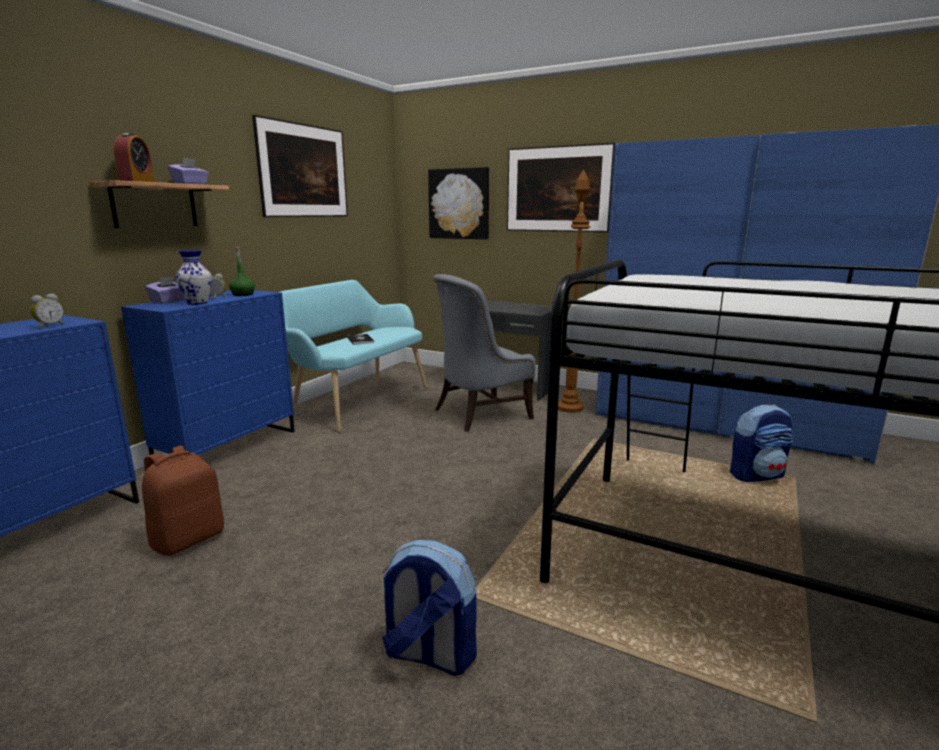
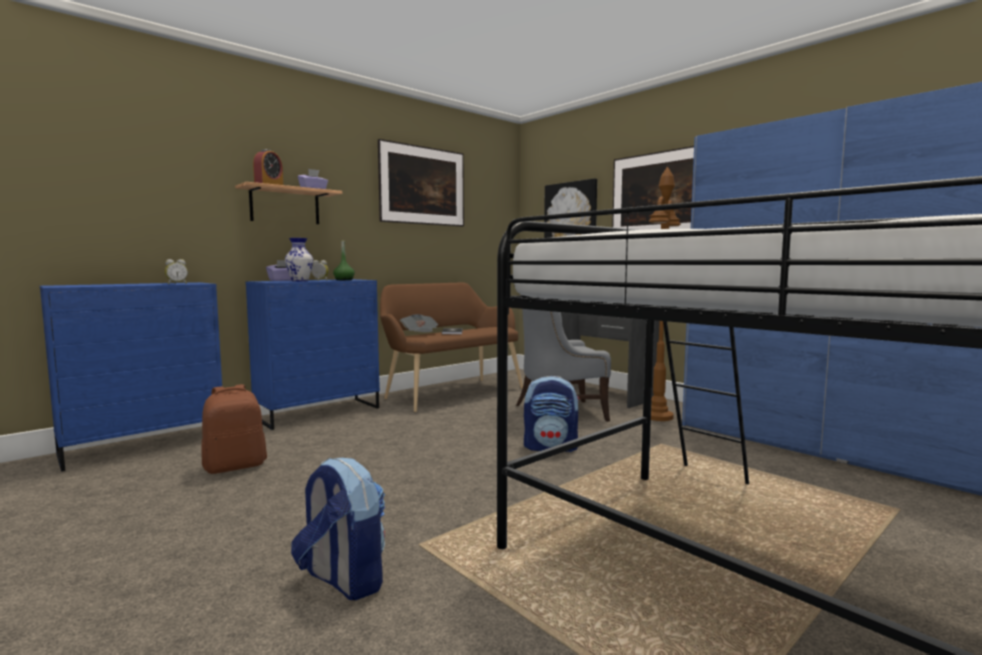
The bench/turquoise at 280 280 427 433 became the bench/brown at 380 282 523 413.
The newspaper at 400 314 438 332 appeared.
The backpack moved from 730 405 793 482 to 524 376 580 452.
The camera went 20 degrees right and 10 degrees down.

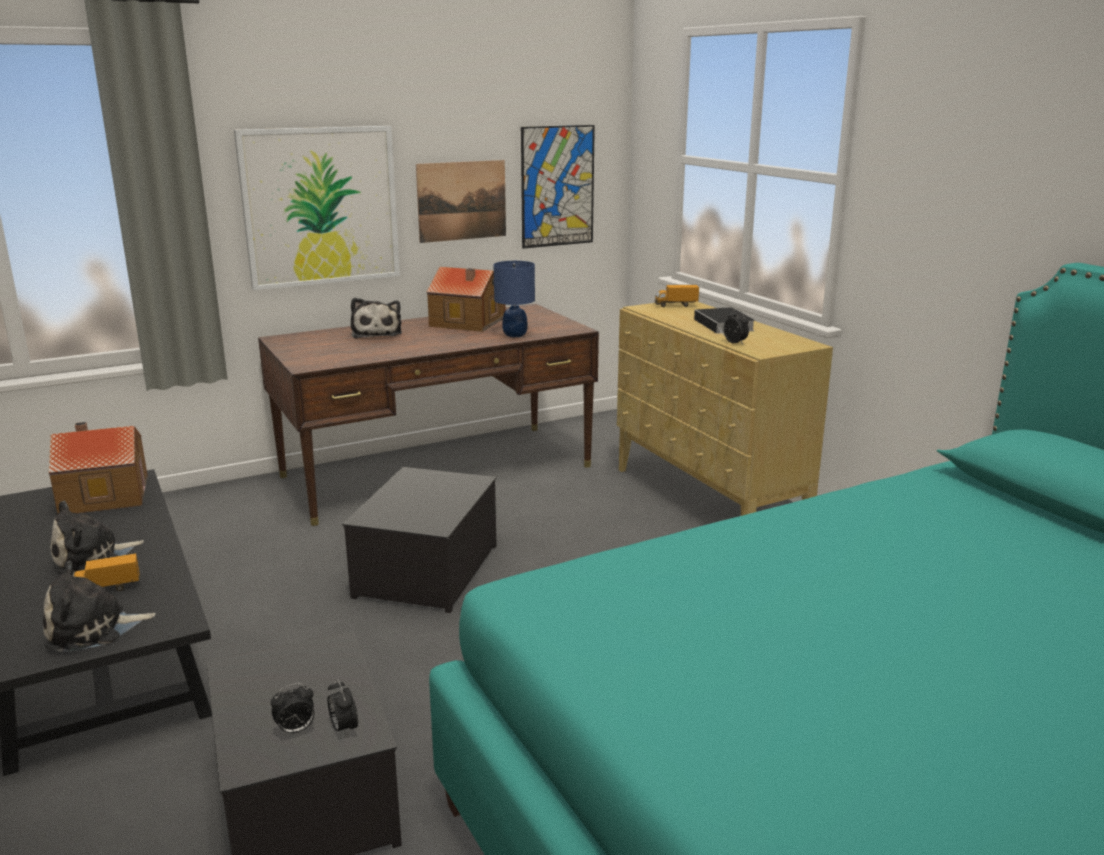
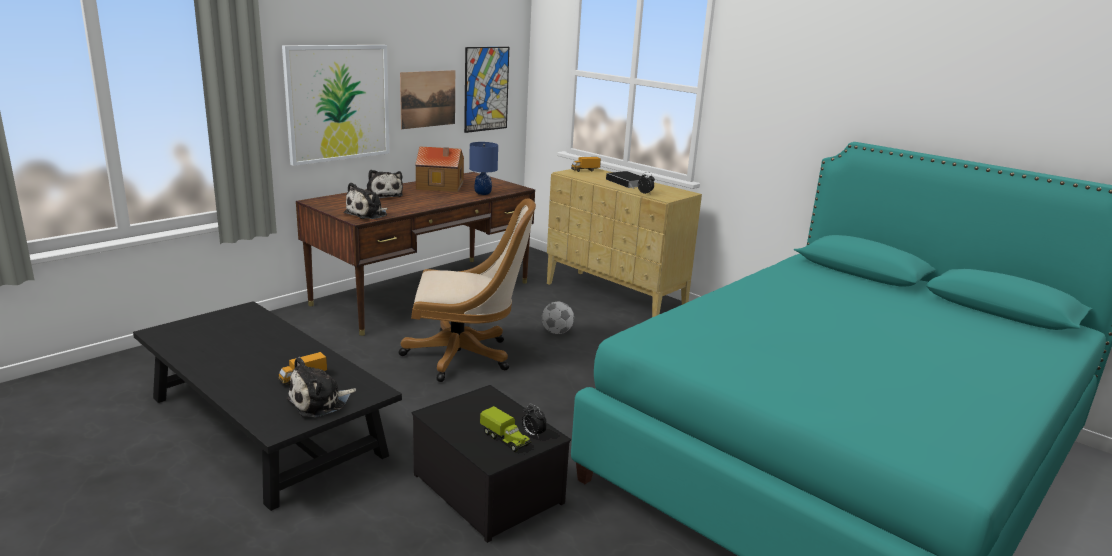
The plush toy moved from 50 500 144 574 to 344 182 388 219.
The storage box at 342 467 497 613 was replaced by the office chair at 398 198 536 382.
The alarm clock at 271 683 314 736 was replaced by the toy truck at 480 406 531 452.
The football at 542 302 574 334 appeared.
The toy house at 49 422 148 514 disappeared.
The camera went 20 degrees left and 0 degrees up.

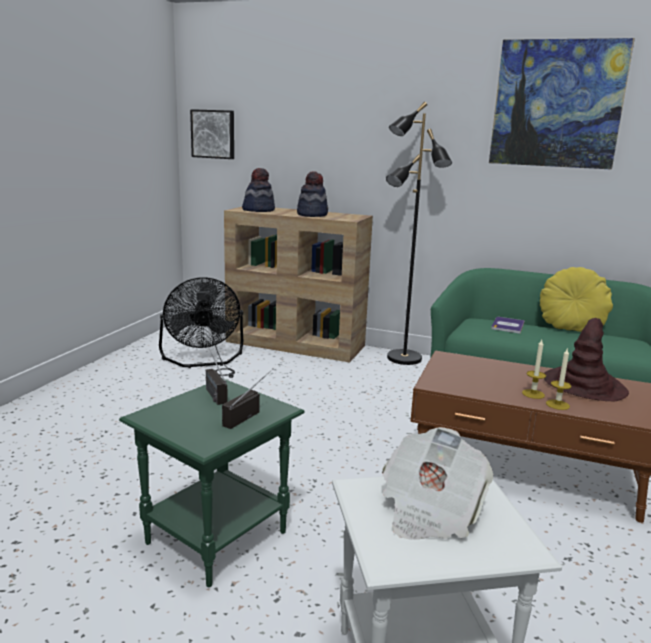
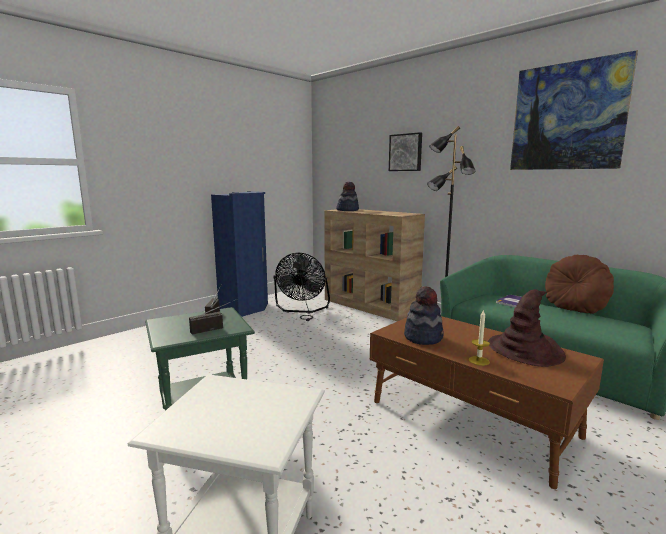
The cabinet/blue at 211 191 268 317 appeared.
The picture moved from 190 109 234 159 to 389 132 422 171.
The hat moved from 297 171 328 217 to 404 286 444 345.
The pillow/yellow at 540 267 613 332 became the pillow/brown at 545 255 614 314.
The newspaper at 382 427 493 540 disappeared.
The candle at 522 340 546 399 disappeared.
The camera went 25 degrees right and 5 degrees down.

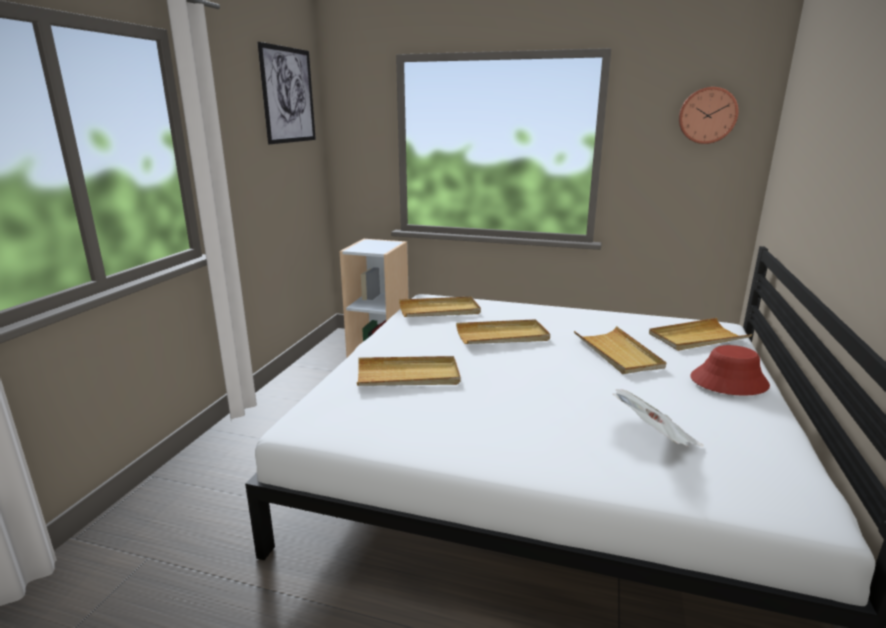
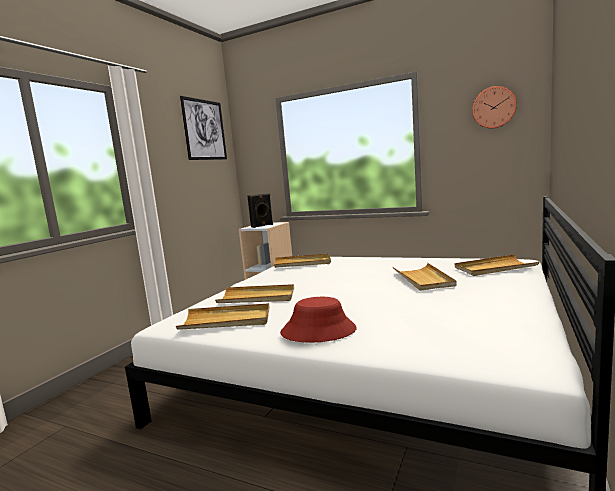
The tray/beige moved from 456 319 550 344 to 176 303 270 330.
The speaker/black at 247 193 273 228 appeared.
The hat/red moved from 690 345 770 396 to 280 297 357 343.
The newspaper at 613 389 704 447 disappeared.
The camera went 10 degrees right and 10 degrees down.

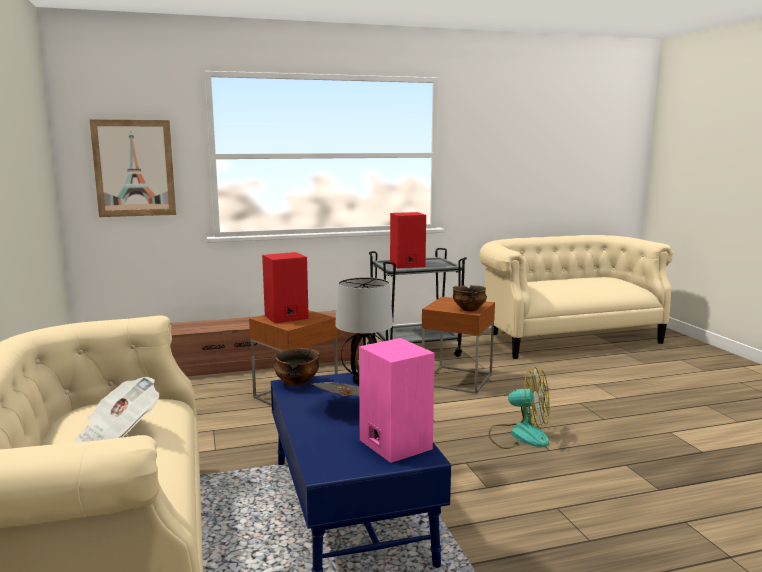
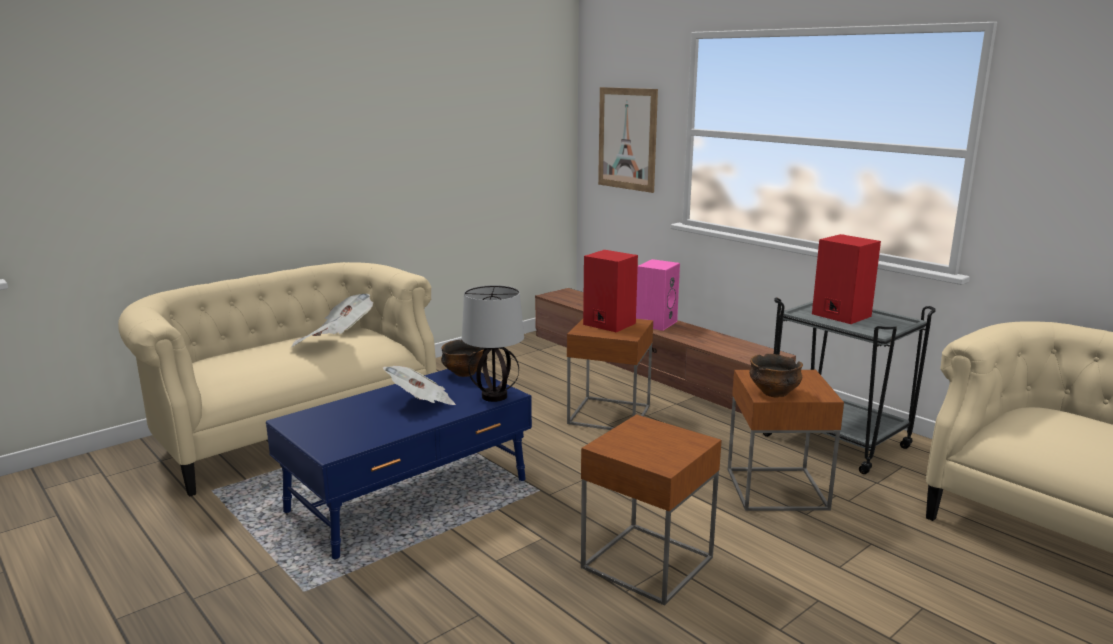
The newspaper at 321 294 373 334 appeared.
The fan at 489 367 550 449 was replaced by the side table/brown at 581 414 721 606.
The speaker/pink moved from 359 338 435 463 to 636 259 680 331.
The camera went 65 degrees right and 5 degrees up.

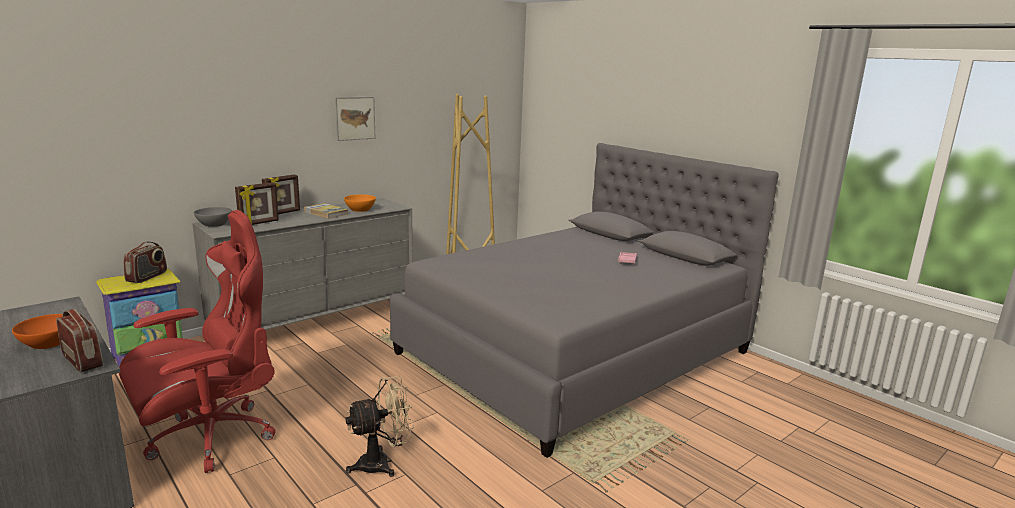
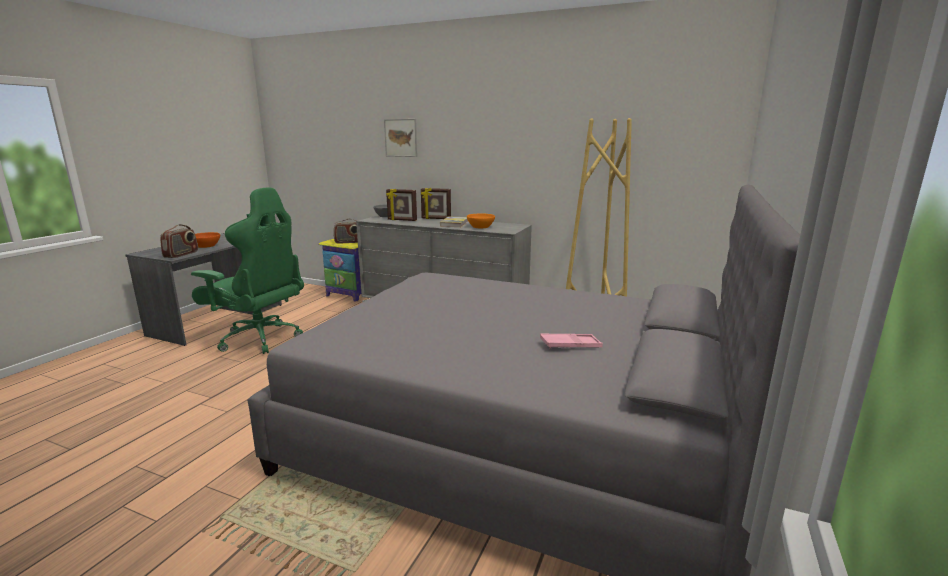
The office chair/red at 119 210 276 473 became the office chair/green at 191 187 304 354.
The picture moved from 335 97 376 141 to 384 119 418 157.
The fan/beige at 346 376 414 477 disappeared.
The camera went 65 degrees right and 0 degrees up.

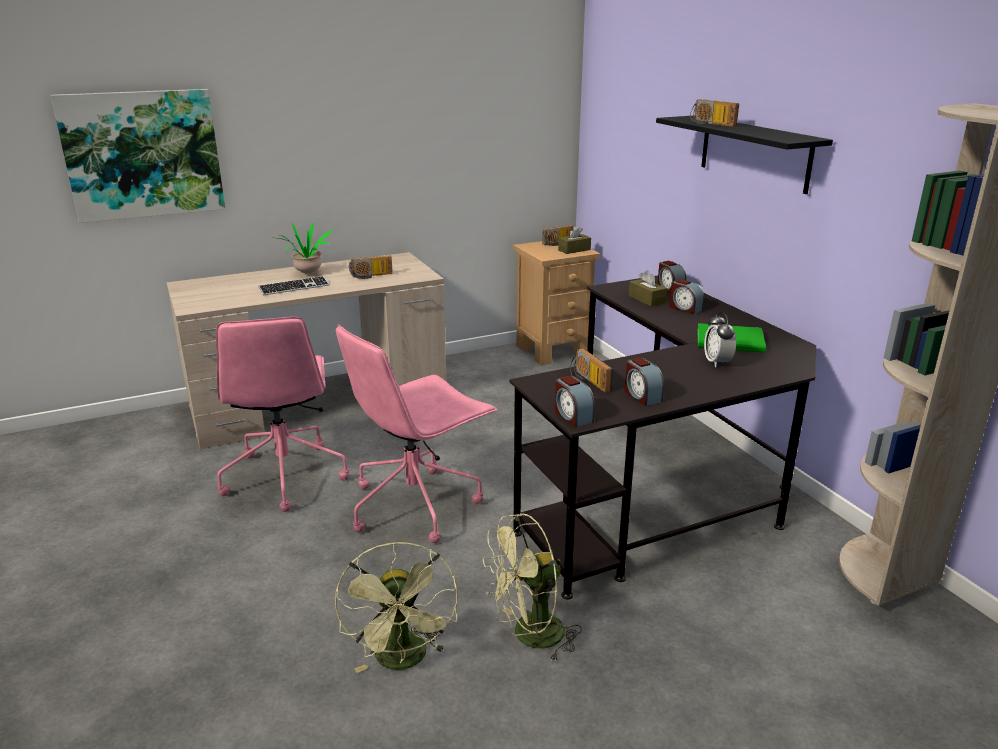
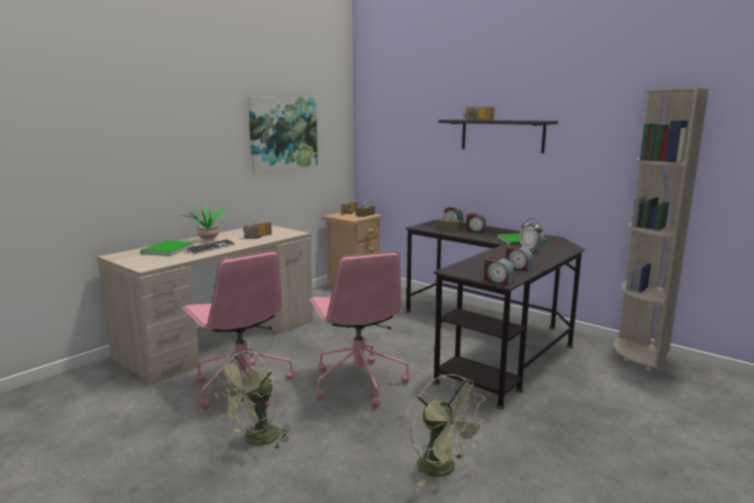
The book/green at 141 240 194 256 appeared.
The fan/green moved from 483 513 582 662 to 215 351 290 450.
The picture moved from 51 89 225 223 to 248 96 318 174.
The office chair/pink at 336 324 498 543 turned 45 degrees counterclockwise.
The radio at 570 348 613 392 disappeared.
The camera went 25 degrees left and 10 degrees down.

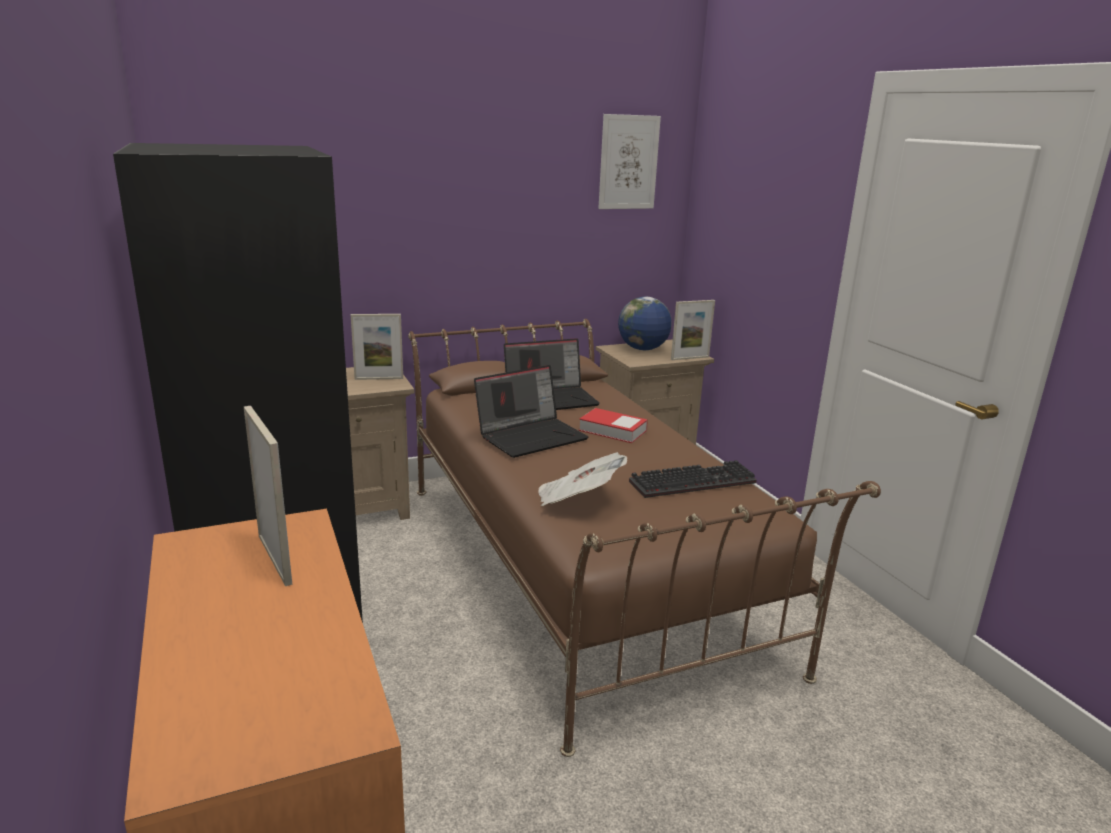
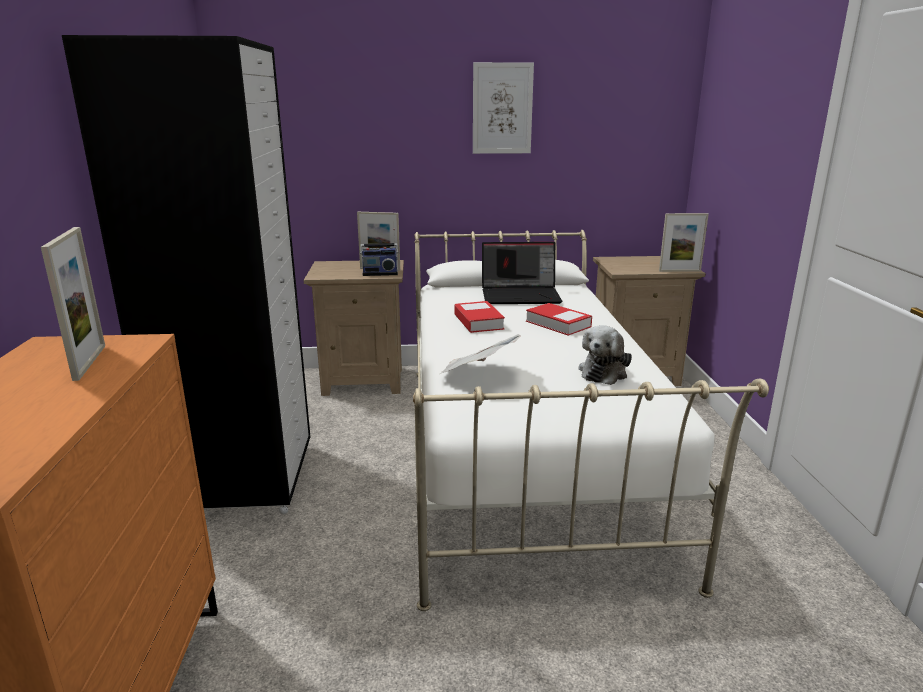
The radio at 360 229 398 276 appeared.
The bed/brown at 408 319 881 757 became the bed/white at 413 230 769 611.
The laptop at 474 365 589 458 was replaced by the book at 454 301 505 333.
The picture moved from 598 114 661 209 to 473 62 534 154.
The keyboard at 629 460 757 498 was replaced by the plush toy at 579 325 632 385.
The globe at 618 296 672 350 disappeared.
The camera went 20 degrees right and 0 degrees up.

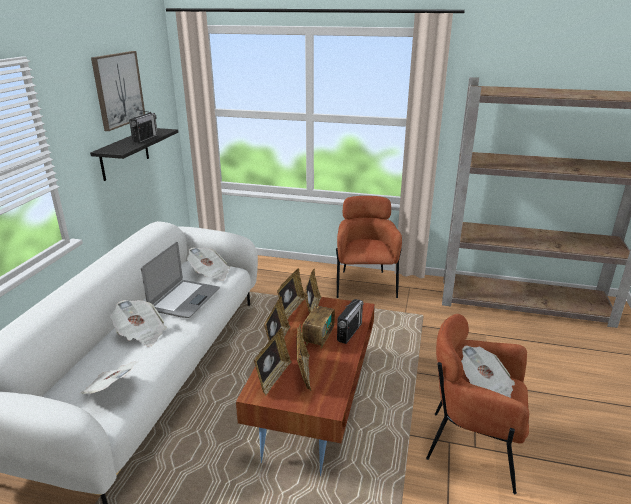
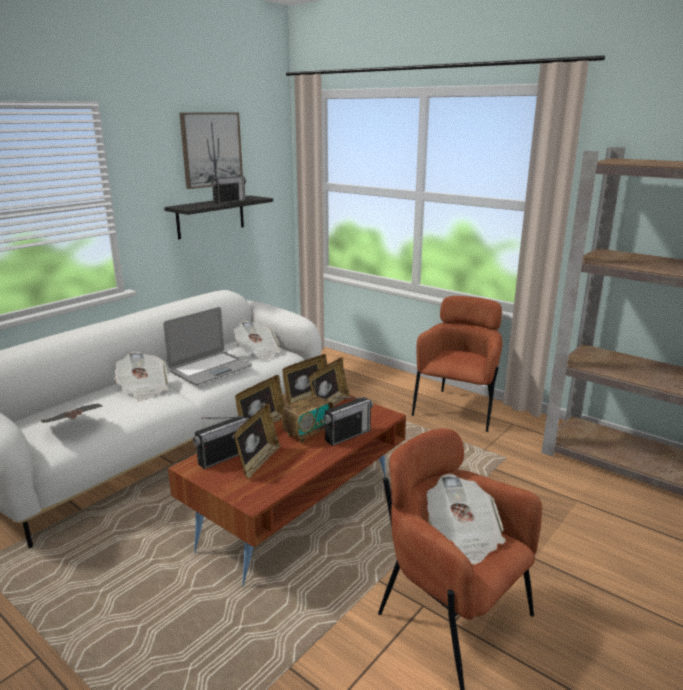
The picture frame at 254 328 292 396 was replaced by the radio at 193 416 249 469.
The camera went 25 degrees right and 5 degrees down.

